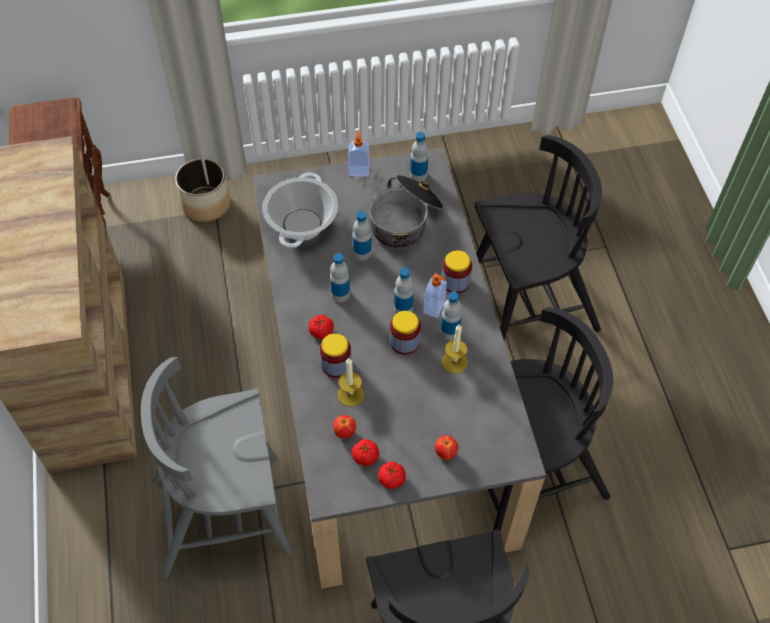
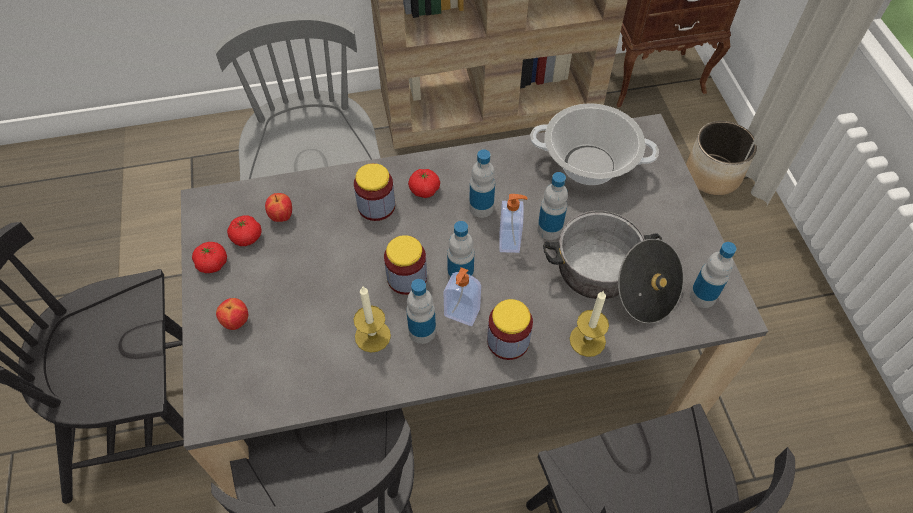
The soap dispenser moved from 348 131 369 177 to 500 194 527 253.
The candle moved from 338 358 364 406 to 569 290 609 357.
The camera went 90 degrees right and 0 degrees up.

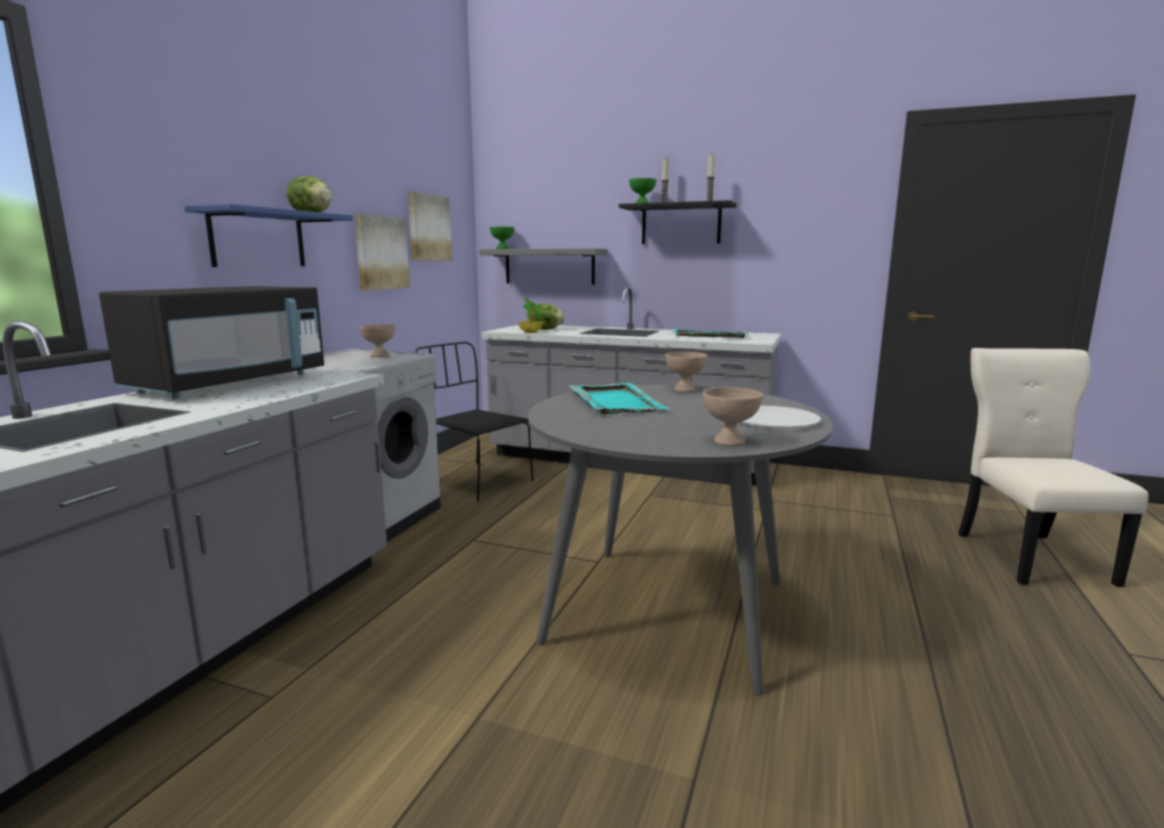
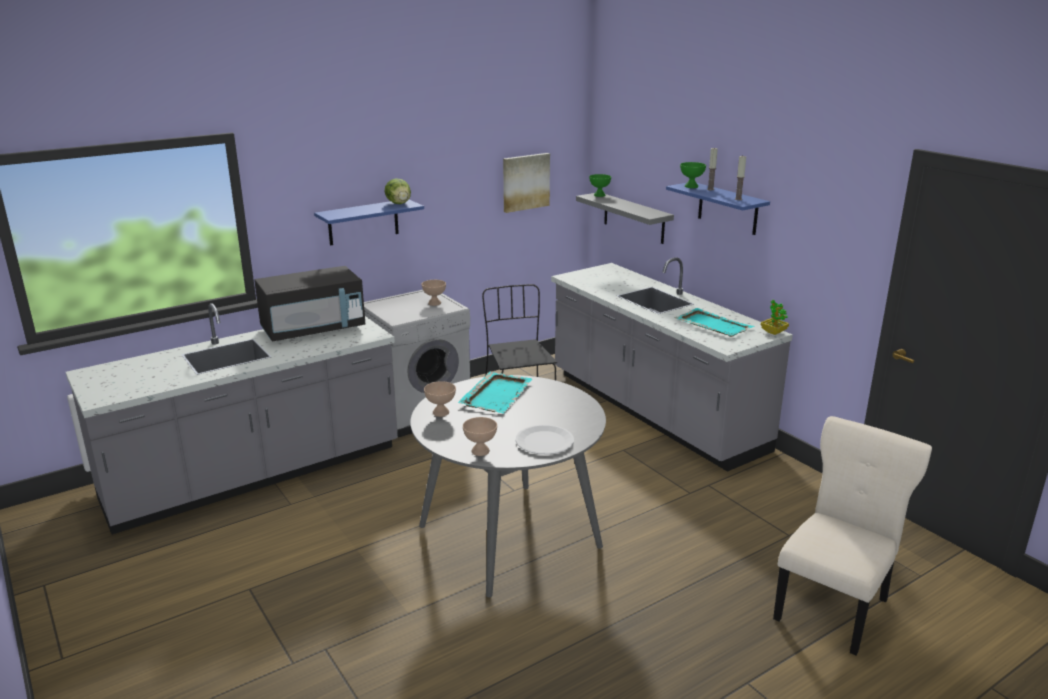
The bowl/beige moved from 665 352 707 392 to 424 381 456 417.
The shelf/black at 619 200 737 244 became the shelf/blue at 666 183 770 235.
The potted plant moved from 518 298 544 333 to 761 300 789 335.
The picture at 355 214 410 291 disappeared.
The lettuce at 533 304 565 330 disappeared.
The camera went 35 degrees right and 10 degrees up.

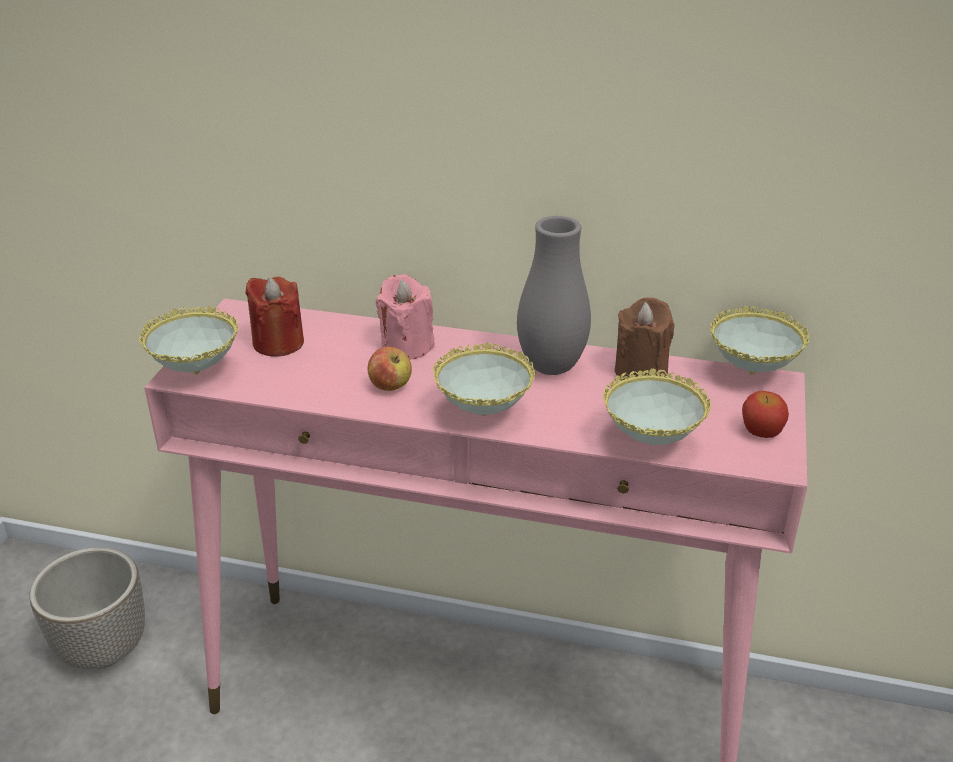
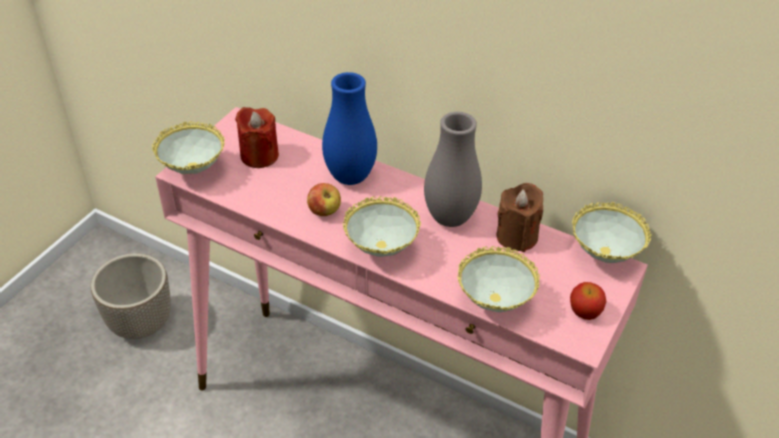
The candle/pink at 376 275 435 360 was replaced by the vase/blue at 322 72 377 185.
The camera went 15 degrees right and 10 degrees up.

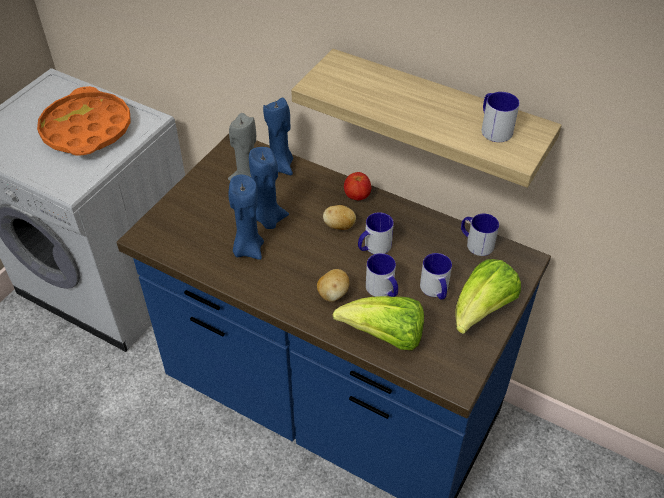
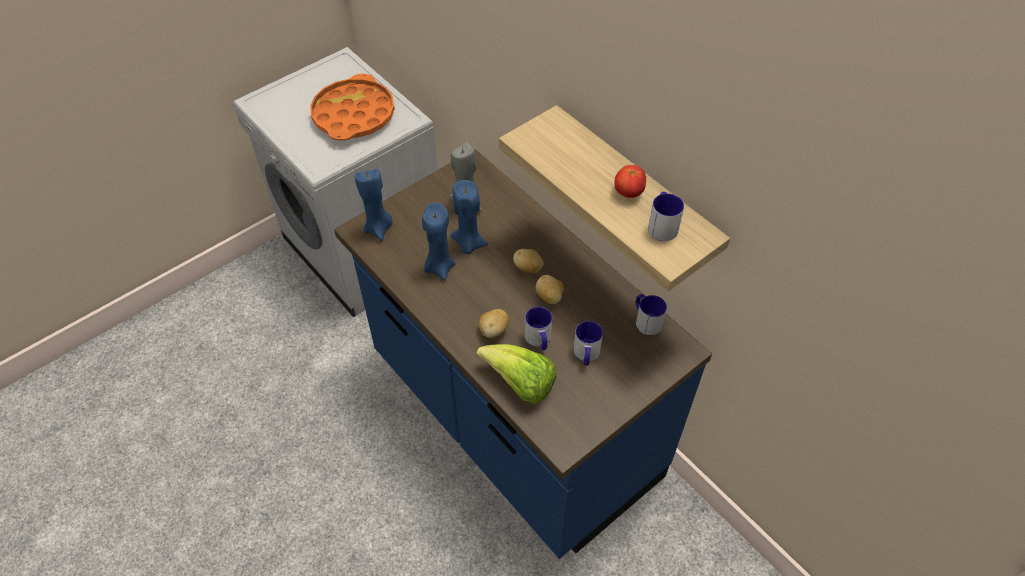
The candle/blue moved from 263 98 293 175 to 355 169 393 241.
The mug at 358 212 394 254 was replaced by the potato at 536 275 564 304.
The tomato moved from 344 172 371 200 to 614 165 646 198.
The lettuce at 455 259 521 334 disappeared.
The camera went 20 degrees right and 5 degrees up.

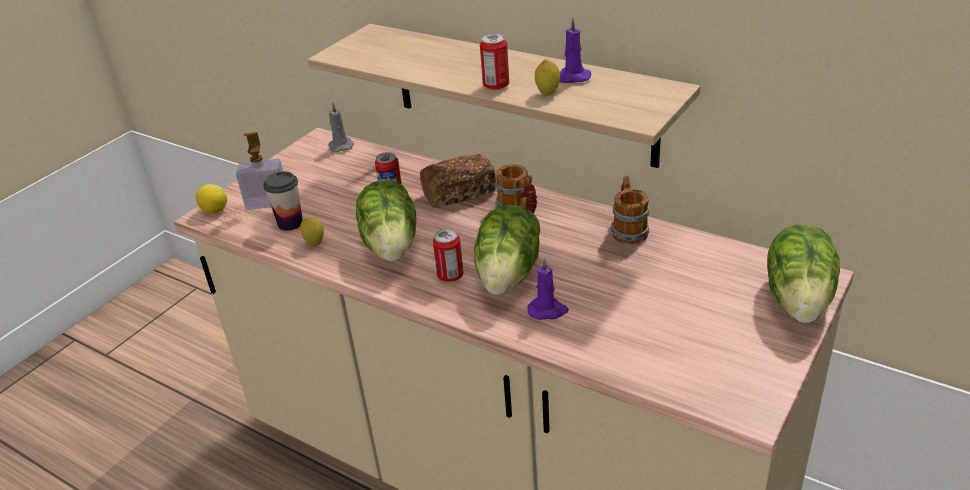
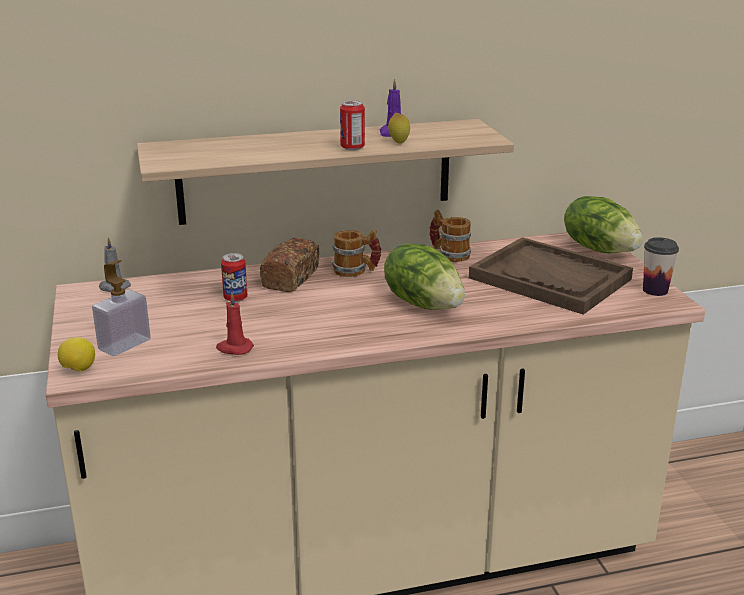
The lemon at 300 217 324 245 was replaced by the candle/red at 216 293 254 355.
The tray/brown at 469 237 633 315 appeared.
The cup moved from 263 171 303 231 to 643 237 679 296.
The lettuce at 356 180 416 262 disappeared.
The can at 433 229 463 282 disappeared.
The candle/purple at 528 258 569 320 disappeared.
The camera went 50 degrees left and 10 degrees down.

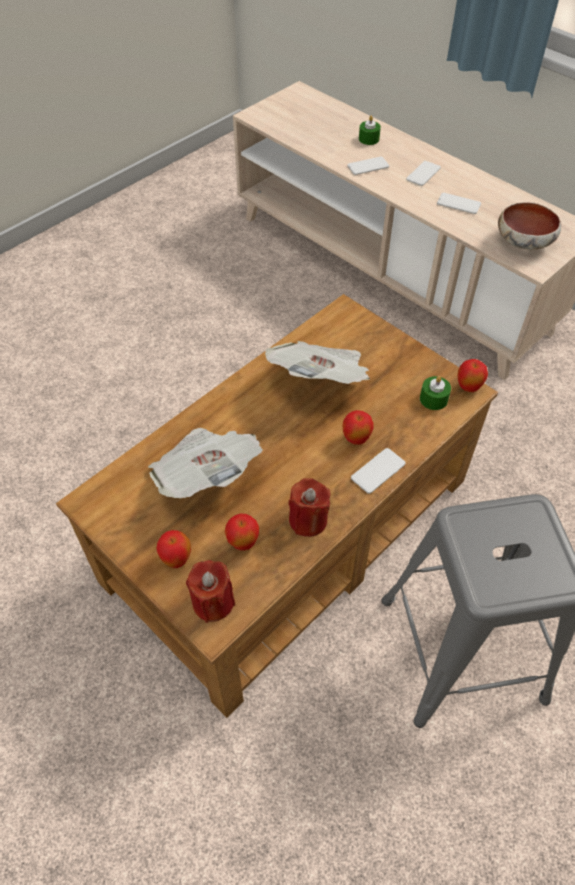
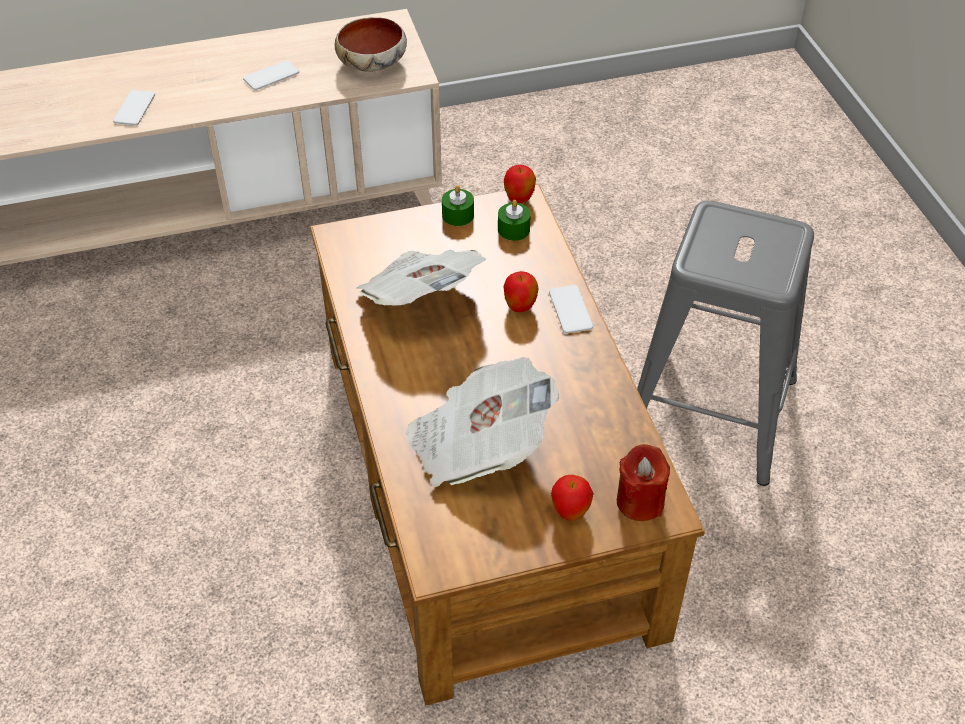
The candle/green moved from 359 115 381 145 to 442 185 474 226.
The apple at 225 513 259 551 disappeared.
The candle/red at 288 478 330 537 disappeared.
The phone at 406 161 441 186 disappeared.
The camera went 60 degrees left and 5 degrees down.

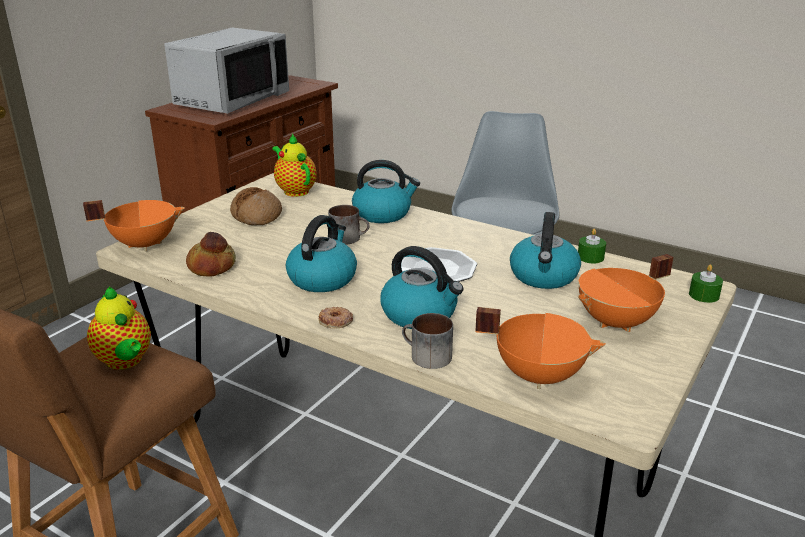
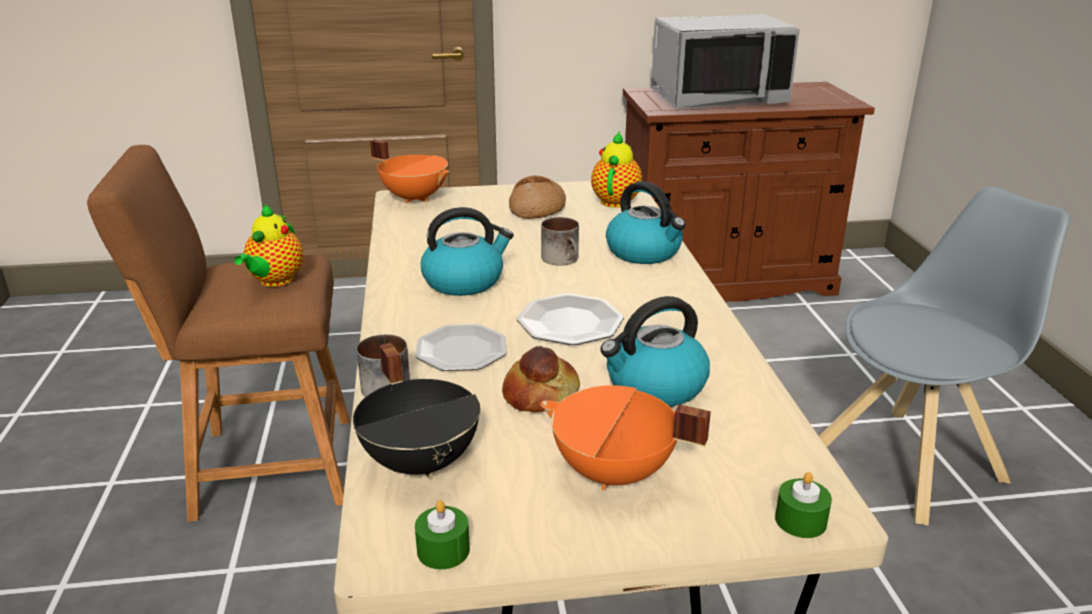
The cooking pot/orange at 475 307 606 389 became the cooking pot/black at 353 342 480 479.
The candle/green moved from 578 229 606 263 to 415 500 470 569.
The kettle at 380 246 463 329 was replaced by the plate at 416 324 507 371.
The bread moved from 186 232 236 277 to 502 346 580 412.
The donut at 319 307 353 329 disappeared.
The camera went 50 degrees right and 0 degrees up.

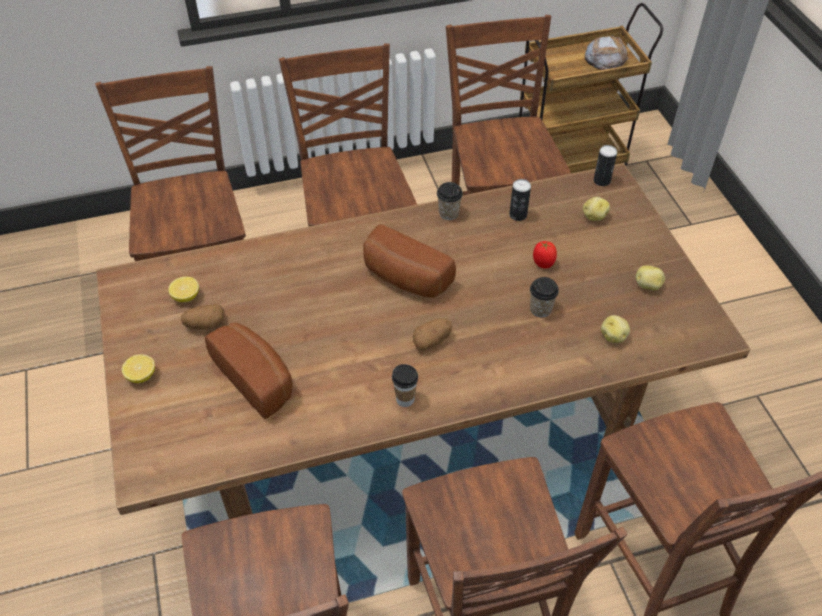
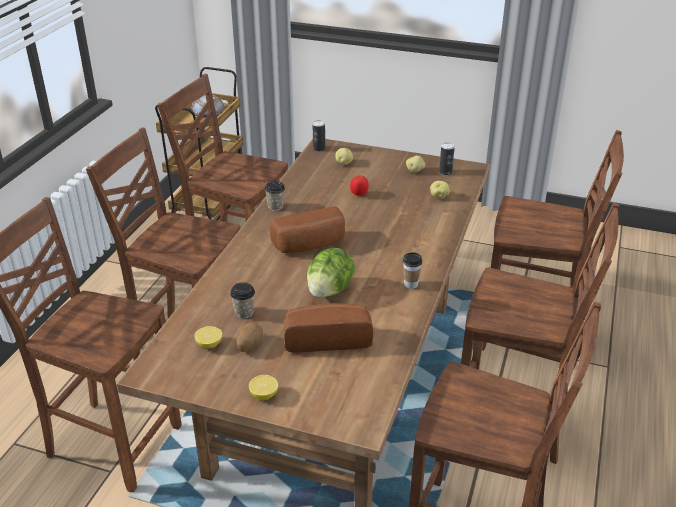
The cup moved from 530 277 559 317 to 230 282 255 319.
The lettuce at 307 248 355 298 appeared.
The can moved from 509 179 531 221 to 439 143 455 175.
The potato at 413 318 452 350 disappeared.
The camera went 55 degrees left and 15 degrees down.

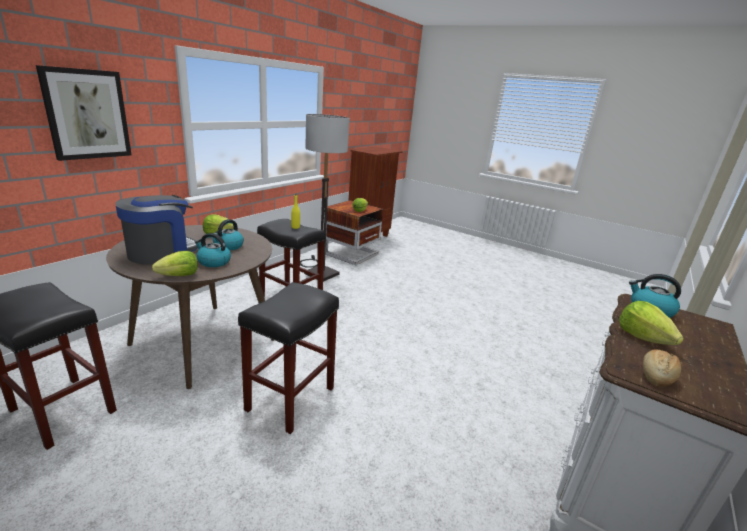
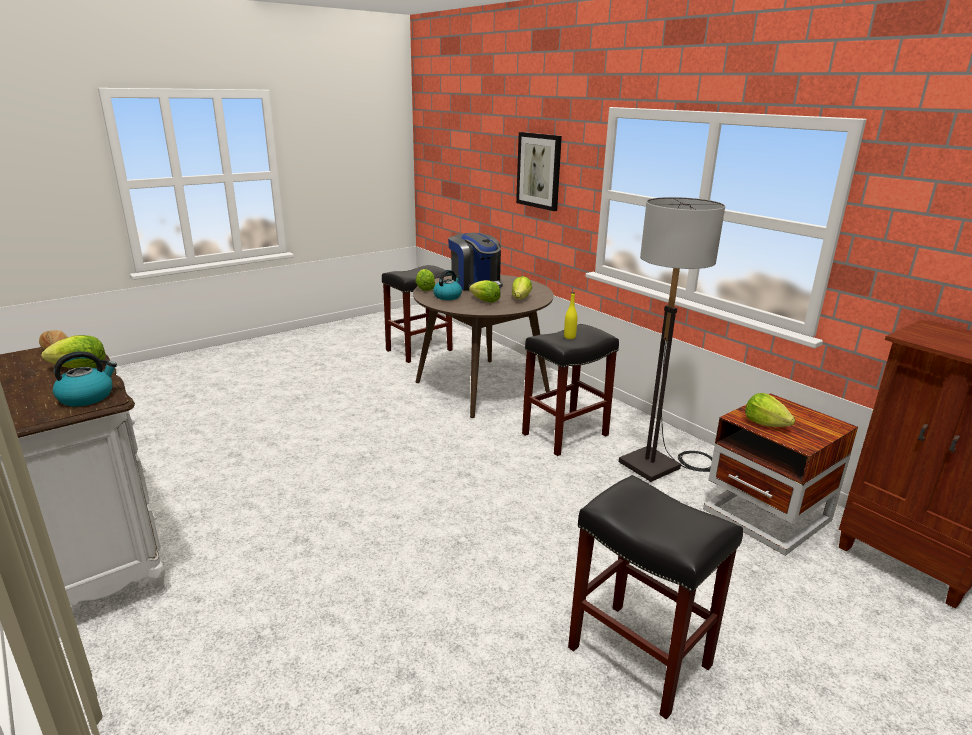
The kettle at 213 219 244 250 was replaced by the lettuce at 469 280 501 303.
The stool/black moved from 238 282 339 434 to 568 475 743 720.
The camera went 110 degrees right and 0 degrees up.

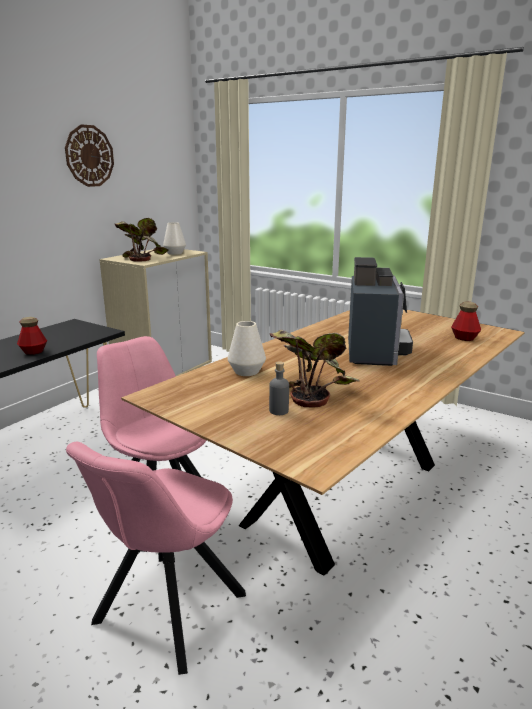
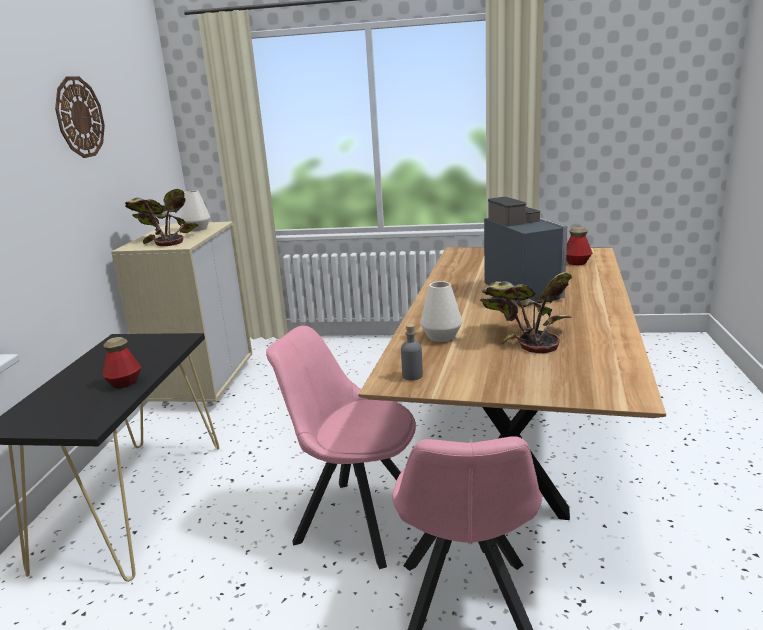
The bottle/grey moved from 269 362 289 415 to 401 324 423 381.
The camera went 25 degrees left and 0 degrees up.

